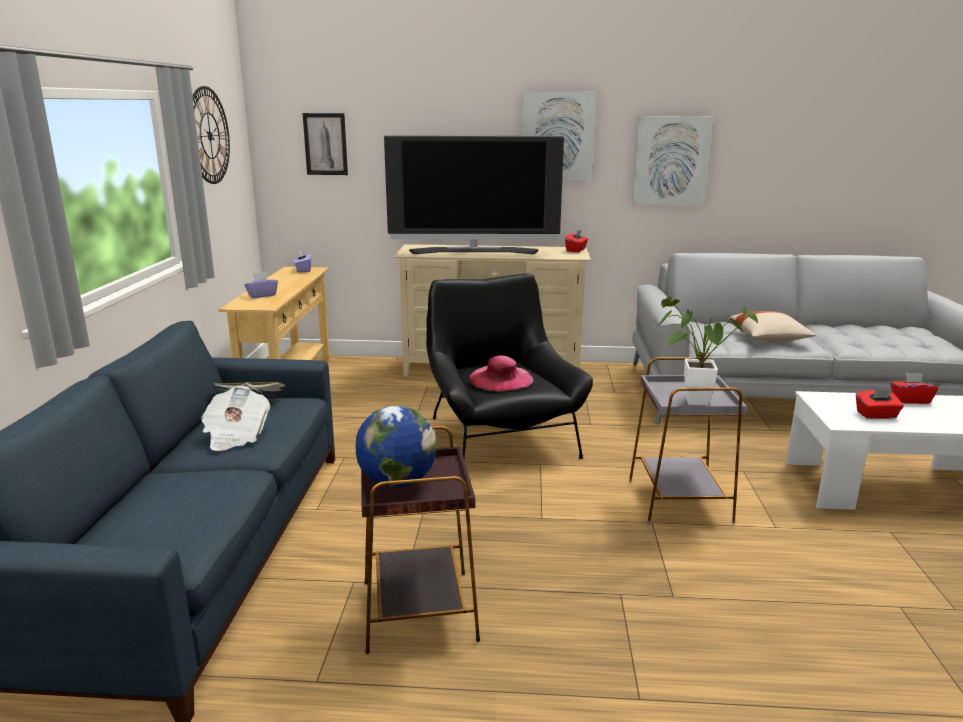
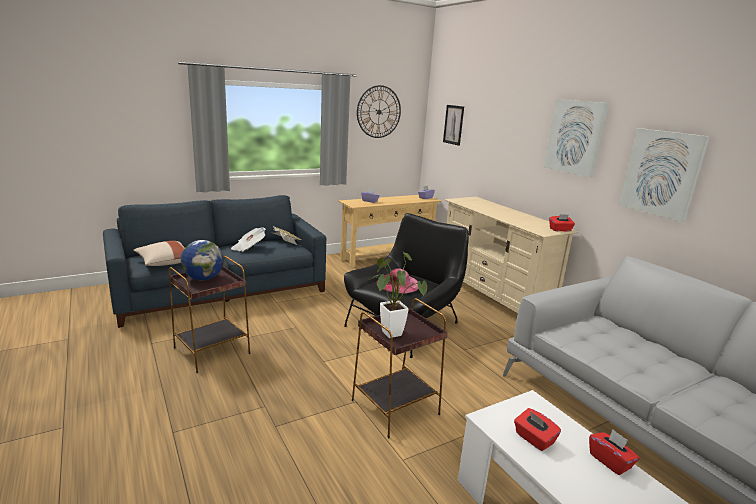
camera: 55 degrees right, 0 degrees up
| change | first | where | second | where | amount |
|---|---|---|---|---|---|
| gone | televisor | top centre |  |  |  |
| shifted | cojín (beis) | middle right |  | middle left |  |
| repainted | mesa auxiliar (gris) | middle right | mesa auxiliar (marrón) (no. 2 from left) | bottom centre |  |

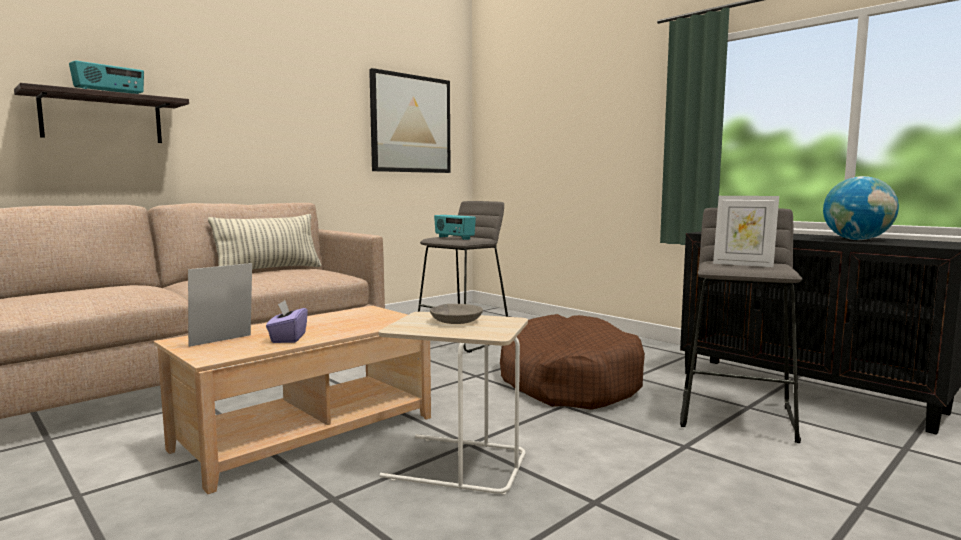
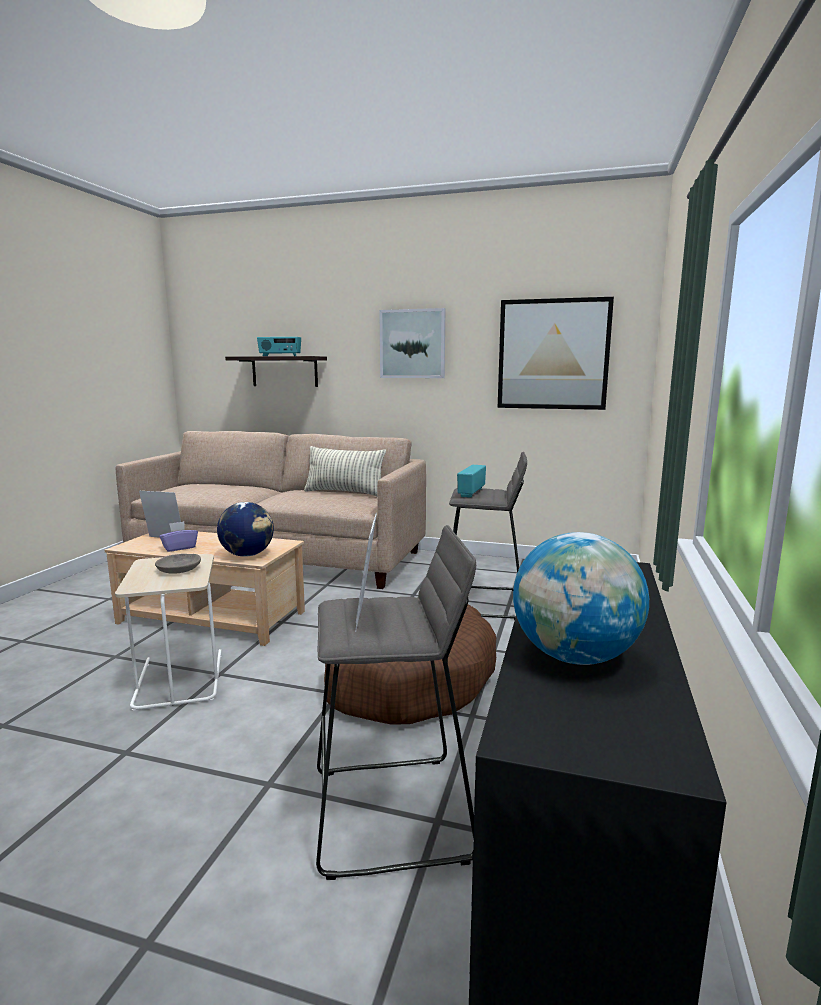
camera: 60 degrees right, 5 degrees up
| change | first | where | second | where | amount |
|---|---|---|---|---|---|
| new |  |  | globo terráqueo (no. 1 from left) | middle left |  |
| new |  |  | cuadro (no. 1 from left) | centre |  |

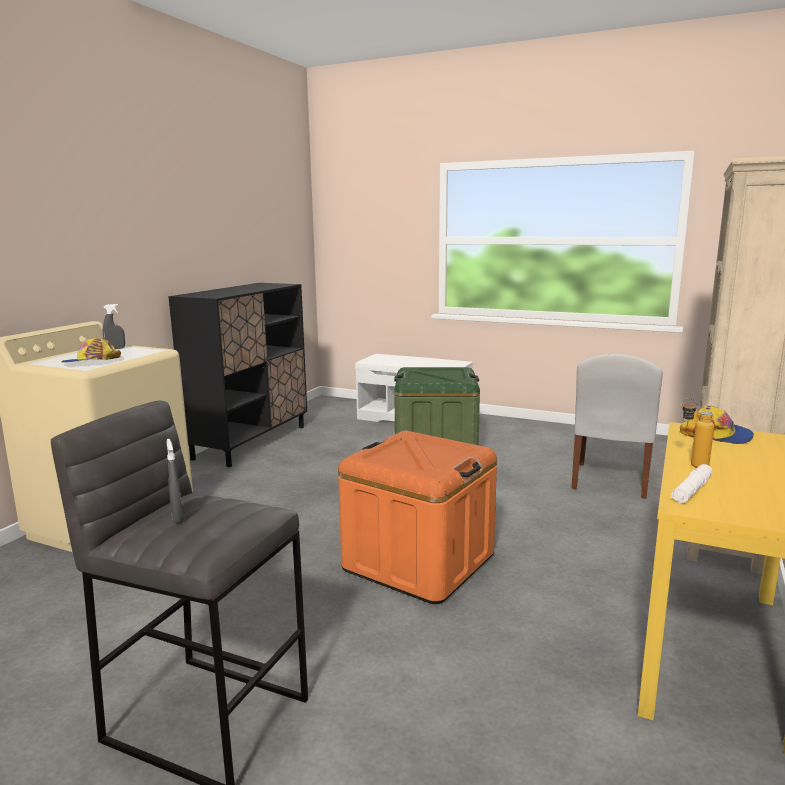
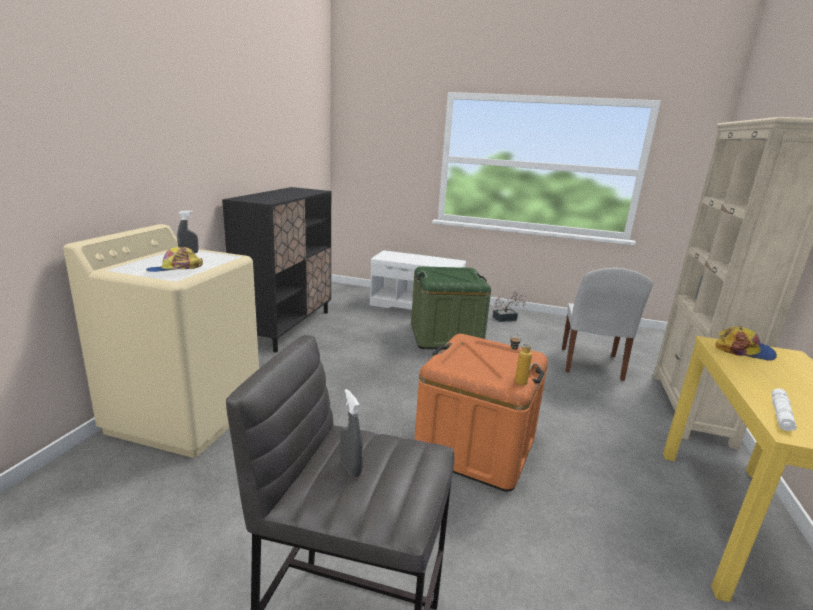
camera: 10 degrees left, 5 degrees up
| change | first | where | second | where | amount |
|---|---|---|---|---|---|
| new |  |  | planta en maceta | centre |  |
| shifted | botella | middle right |  | centre |  |

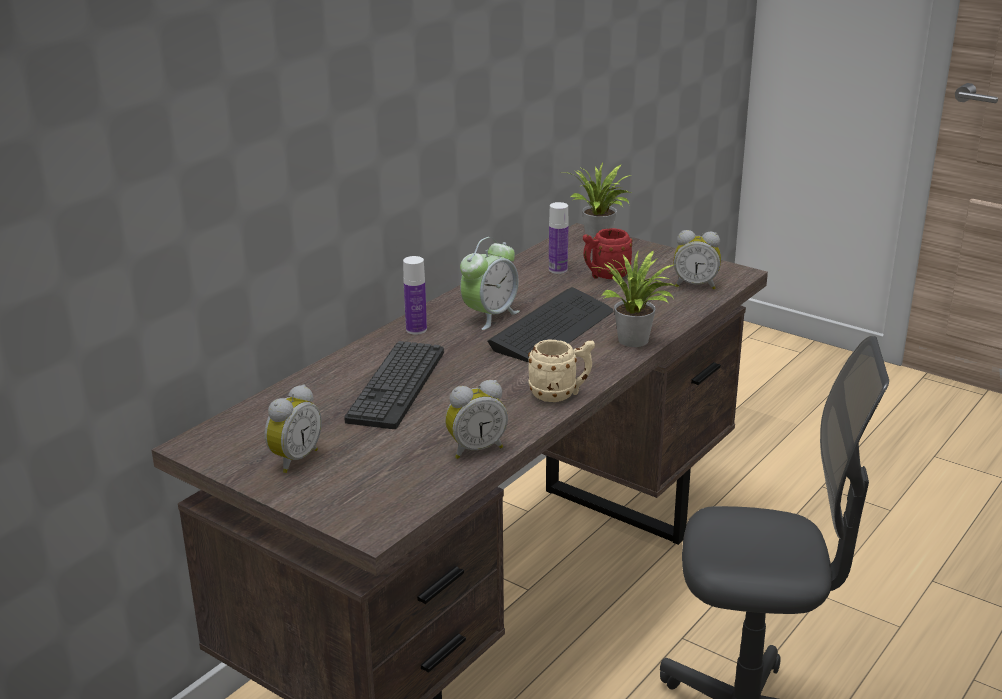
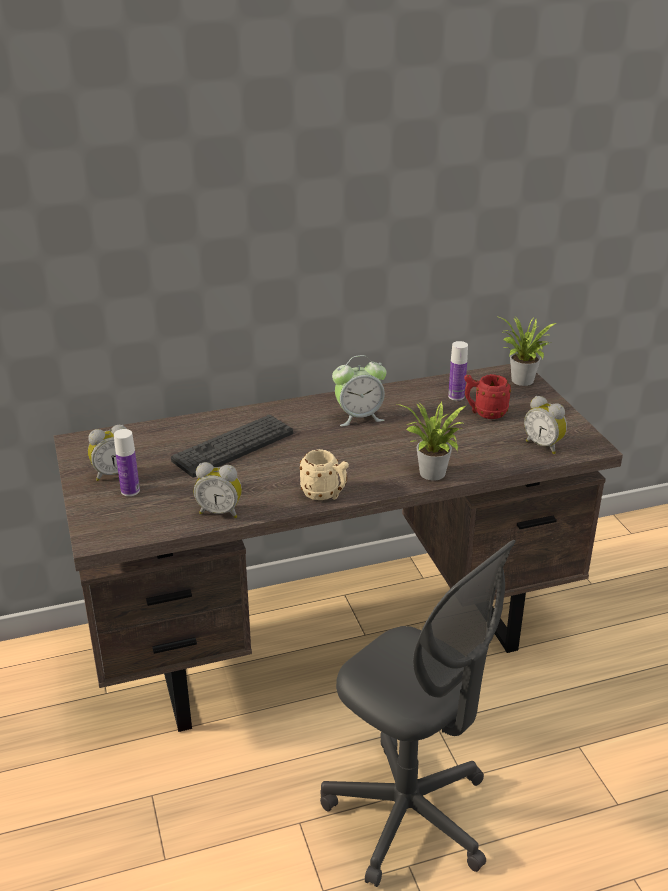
camera: 35 degrees right, 5 degrees up
| change | first | where | second | where | amount |
|---|---|---|---|---|---|
| gone | teclado (no. 2 from left) | centre |  |  |  |
| shifted | botella (no. 1 from left) | centre |  | middle left |  |

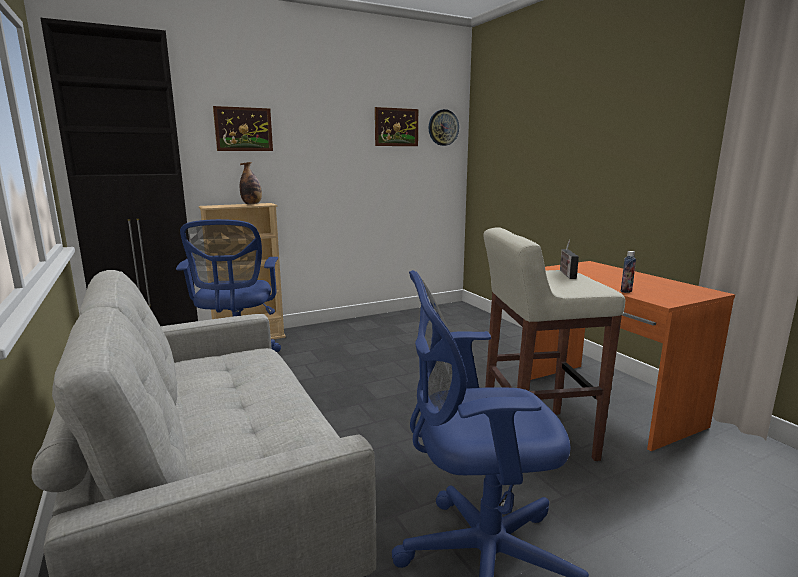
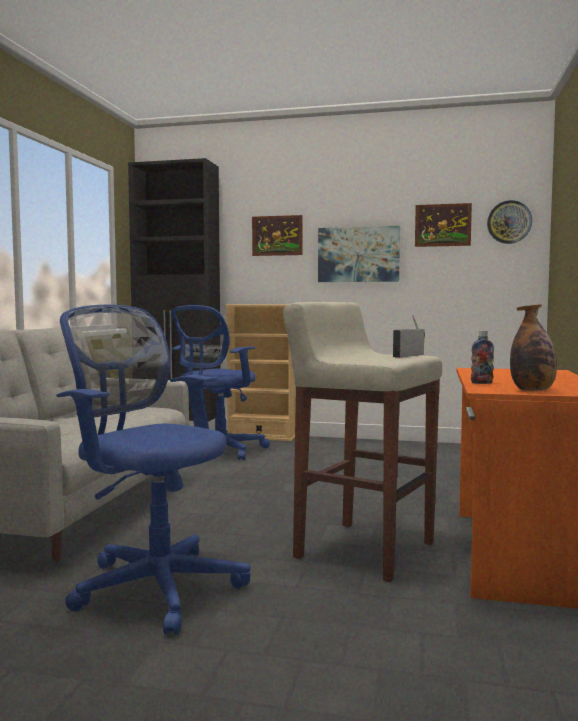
camera: 40 degrees right, 10 degrees down
| change | first | where | second | where | amount |
|---|---|---|---|---|---|
| new |  |  | cuadro (no. 2 from left) | centre |  |
| shifted | botella (no. 1 from left in the first image) | top left | botella (no. 2 from left) | middle right |  |

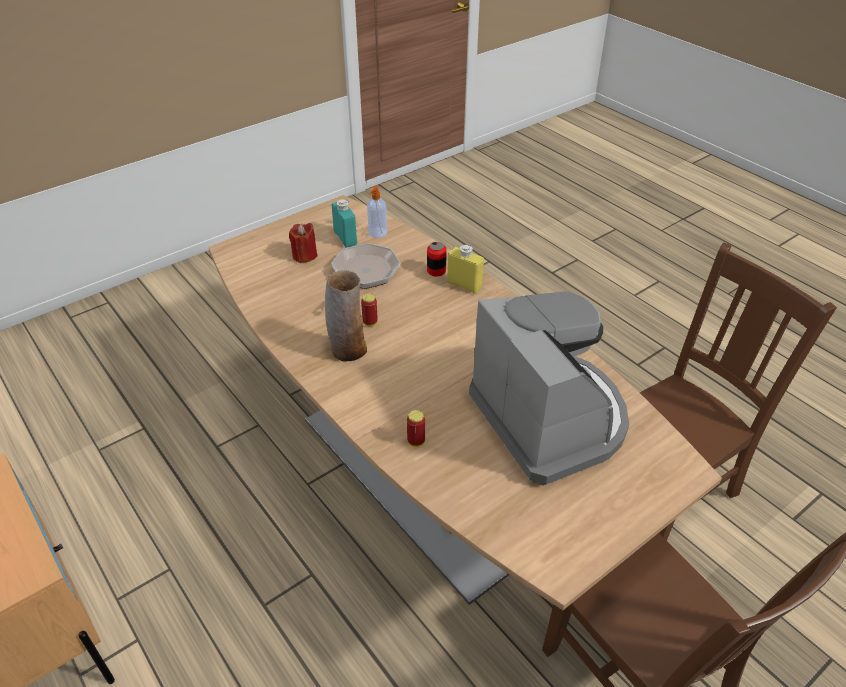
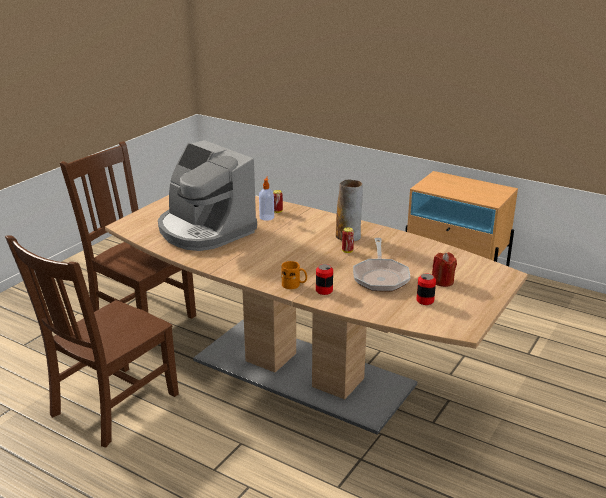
camera: 160 degrees right, 15 degrees down
| change | first | where | second | where | amount |
|---|---|---|---|---|---|
| shifted | dispensador de jabón | top centre |  | centre |  |
| swapped | botella (turquesa) | top centre | lata (no. 4 from left) | middle right |  |
| swapped | botella (amarillo) | centre | taza grande (naranja) | centre |  |

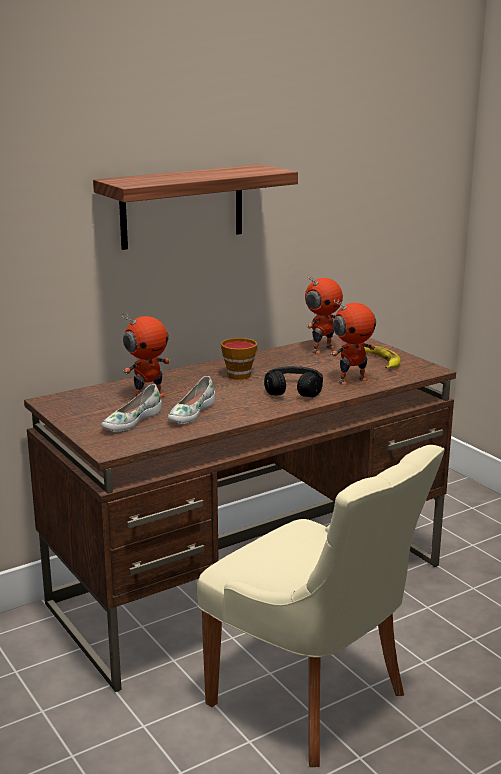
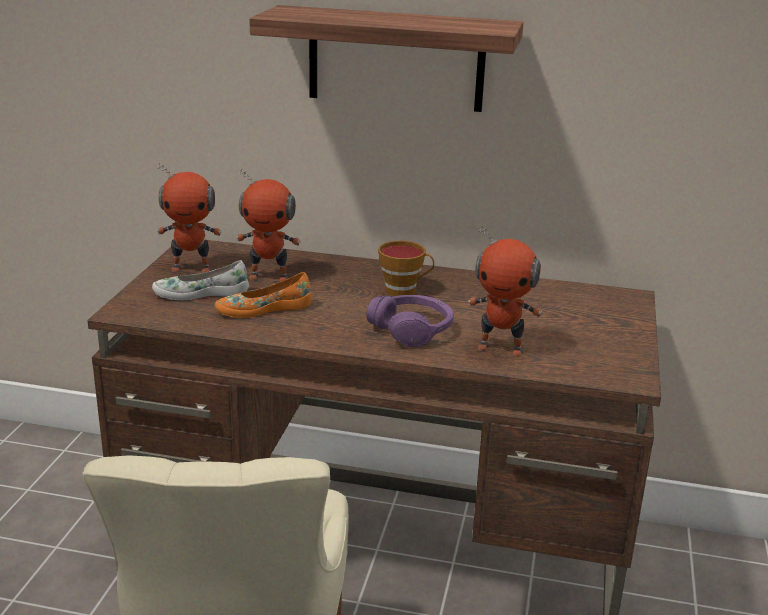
camera: 45 degrees right, 5 degrees up
| change | first | where | second | where | amount |
|---|---|---|---|---|---|
| gone | plátano | middle right |  |  |  |
| shifted | robot de juguete (no. 2 from left in the first image) | centre | robot de juguete (no. 1 from left) | middle left |  |
| repainted | zapato (blanco) (no. 2 from left) | centre | zapato (naranja) | centre |  |
| repainted | auriculares (negro) | centre | auriculares (morado) | centre |  |

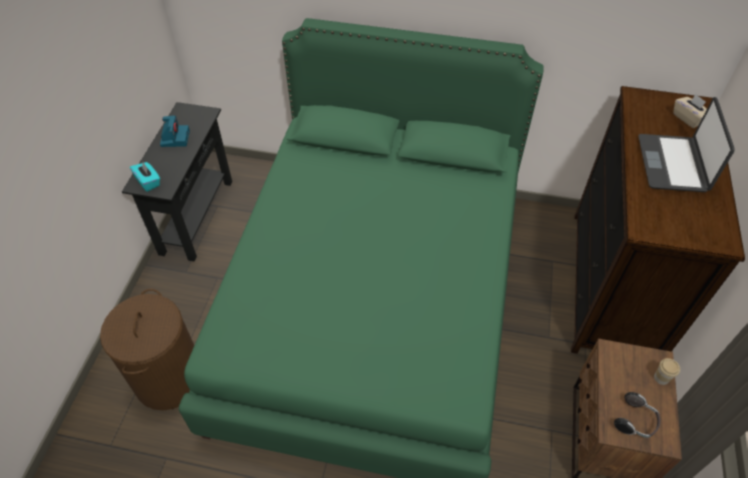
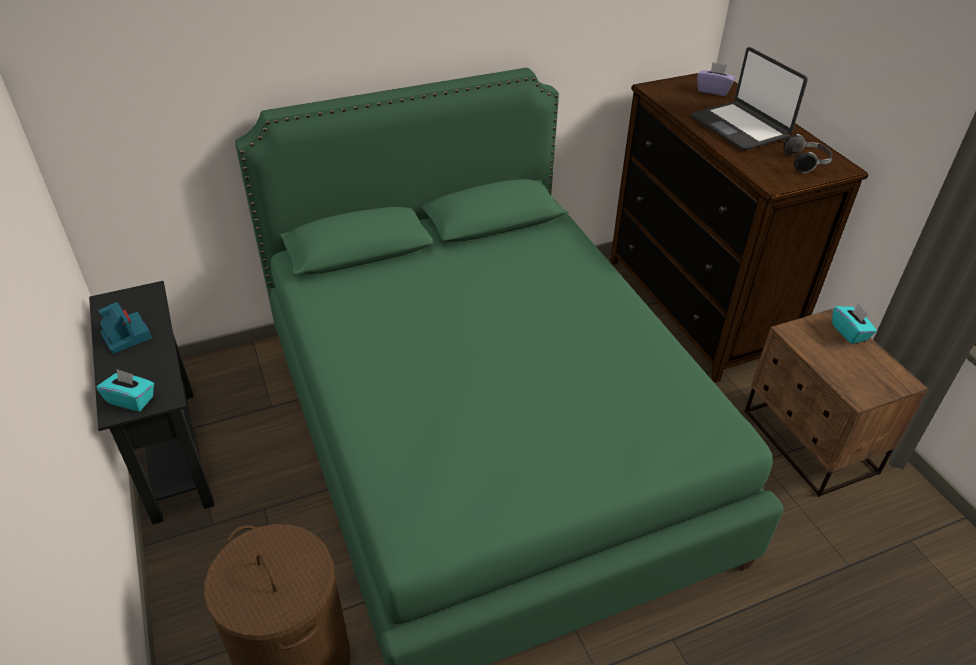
camera: 35 degrees left, 10 degrees down
| change | first | where | second | where | amount |
|---|---|---|---|---|---|
| shifted | auriculares | bottom right |  | top right |  |
| swapped | taza | bottom right | caja de pañuelos (turquesa) (no. 2 from left) | middle right |  |
| repainted | caja de pañuelos (beis) | top right | caja de pañuelos (morado) | top right |  |

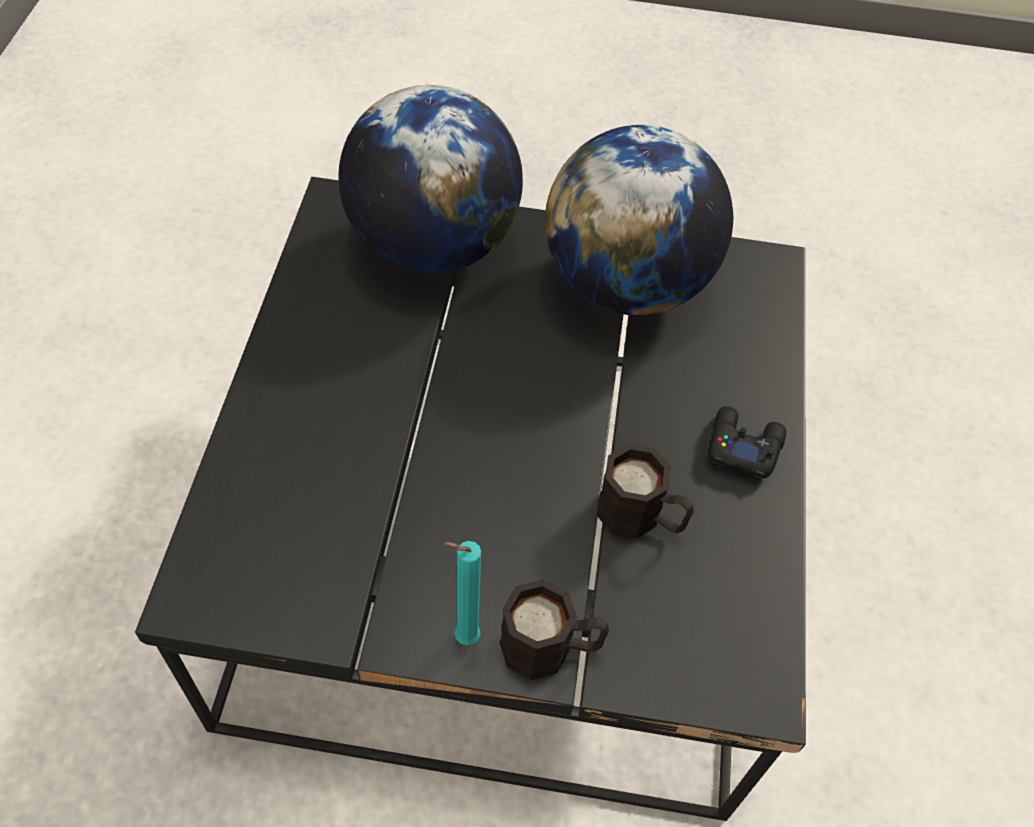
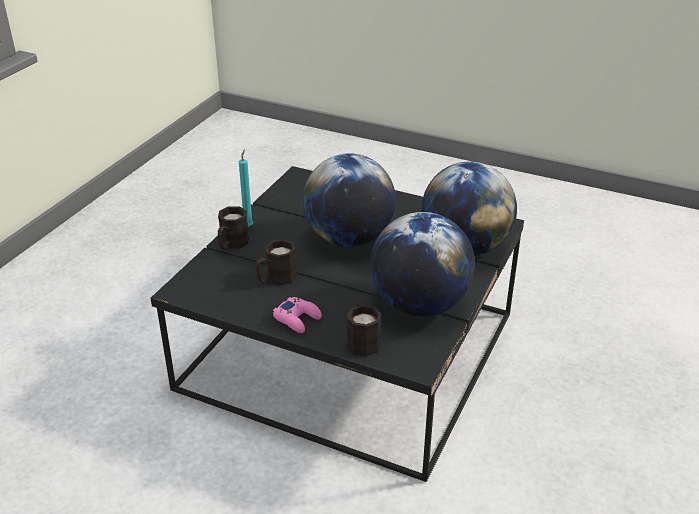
camera: 110 degrees right, 20 degrees down
| change | first | where | second | where | amount |
|---|---|---|---|---|---|
| new |  |  | globo terráqueo (no. 1 from left) | centre |  |
| new |  |  | taza grande (negro) (no. 3 from left) | centre |  |
| repainted | mando de consola (negro) | middle right | mando de consola (rosa) | centre |  |

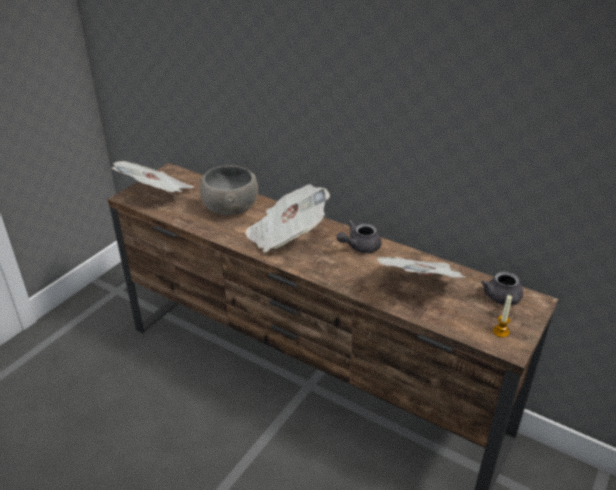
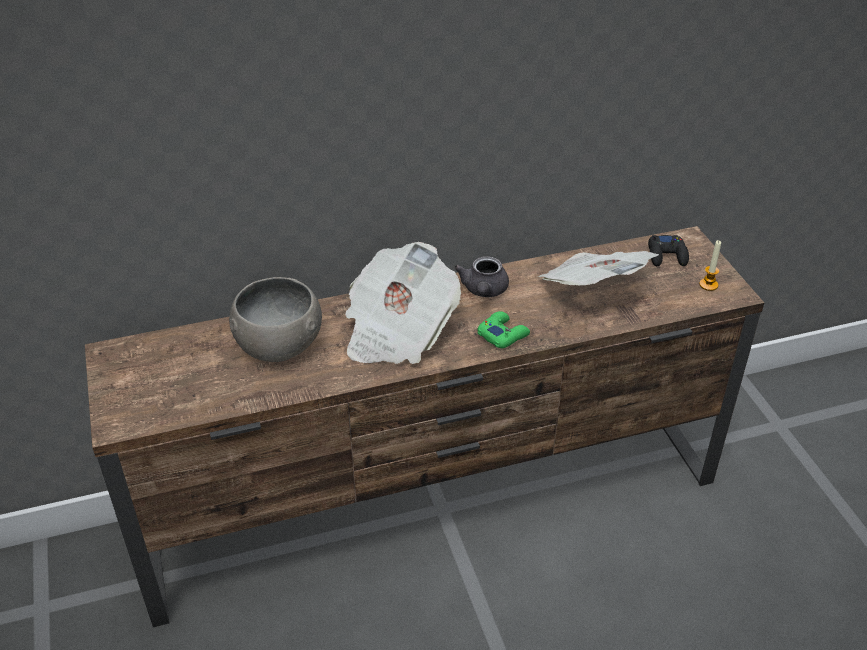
camera: 50 degrees left, 5 degrees up
| change | first | where | second | where | amount |
|---|---|---|---|---|---|
| gone | periódico (no. 1 from left) | middle left |  |  |  |
| new |  |  | mando de consola (verde) | centre |  |
| swapped | tetera (gris) (no. 2 from left) | middle right | mando de consola (negro) | middle right |  |

